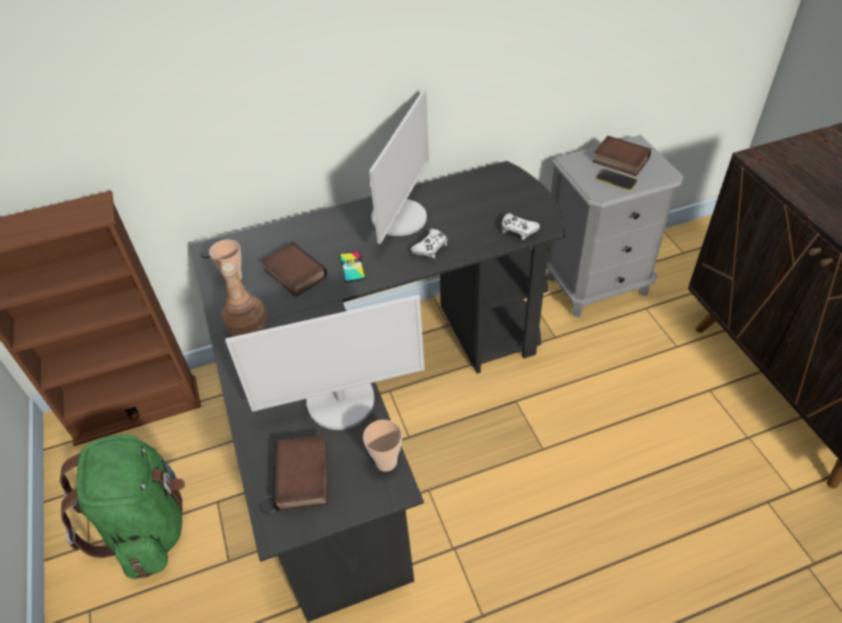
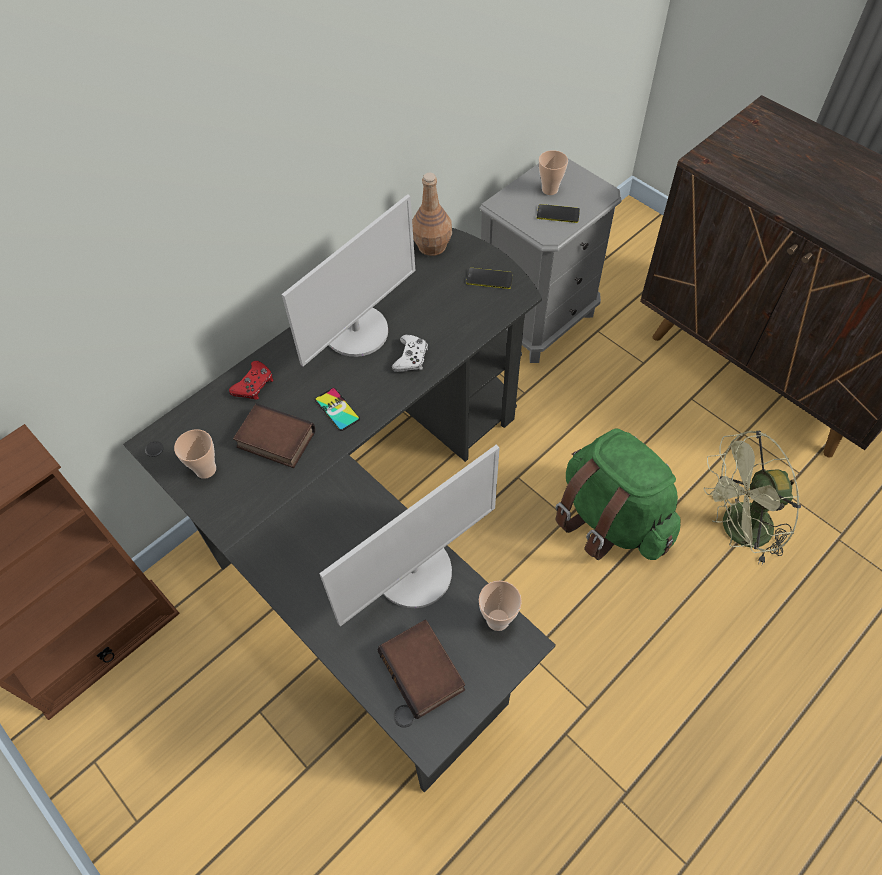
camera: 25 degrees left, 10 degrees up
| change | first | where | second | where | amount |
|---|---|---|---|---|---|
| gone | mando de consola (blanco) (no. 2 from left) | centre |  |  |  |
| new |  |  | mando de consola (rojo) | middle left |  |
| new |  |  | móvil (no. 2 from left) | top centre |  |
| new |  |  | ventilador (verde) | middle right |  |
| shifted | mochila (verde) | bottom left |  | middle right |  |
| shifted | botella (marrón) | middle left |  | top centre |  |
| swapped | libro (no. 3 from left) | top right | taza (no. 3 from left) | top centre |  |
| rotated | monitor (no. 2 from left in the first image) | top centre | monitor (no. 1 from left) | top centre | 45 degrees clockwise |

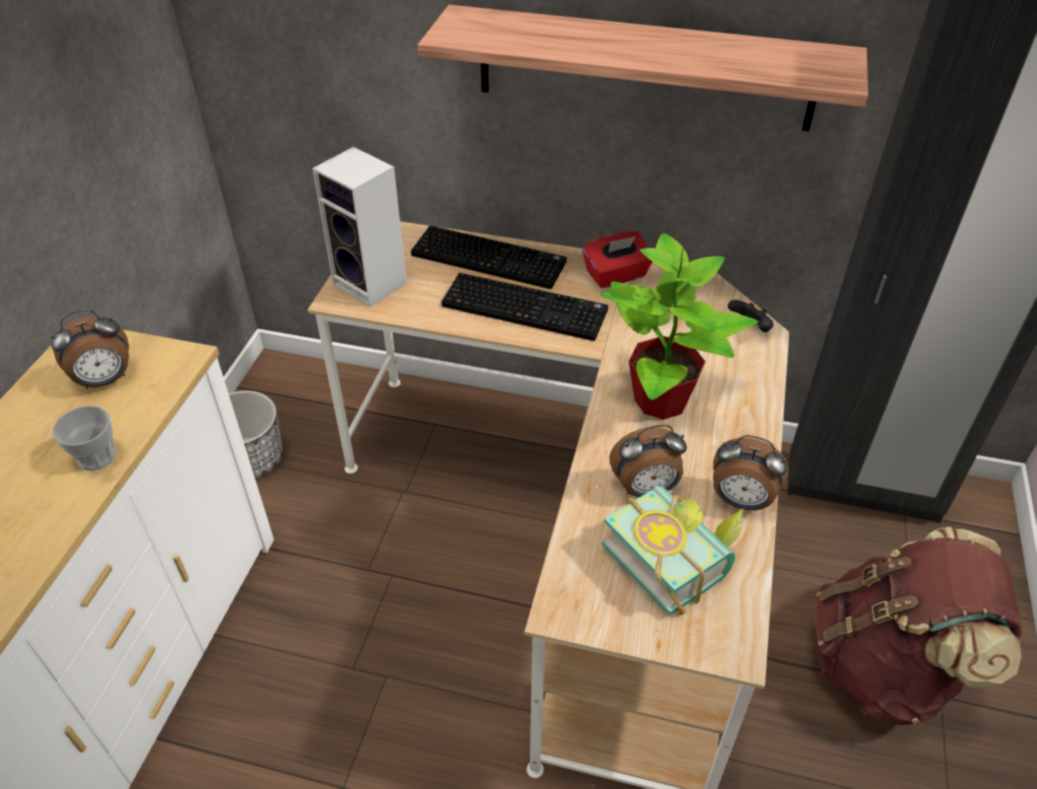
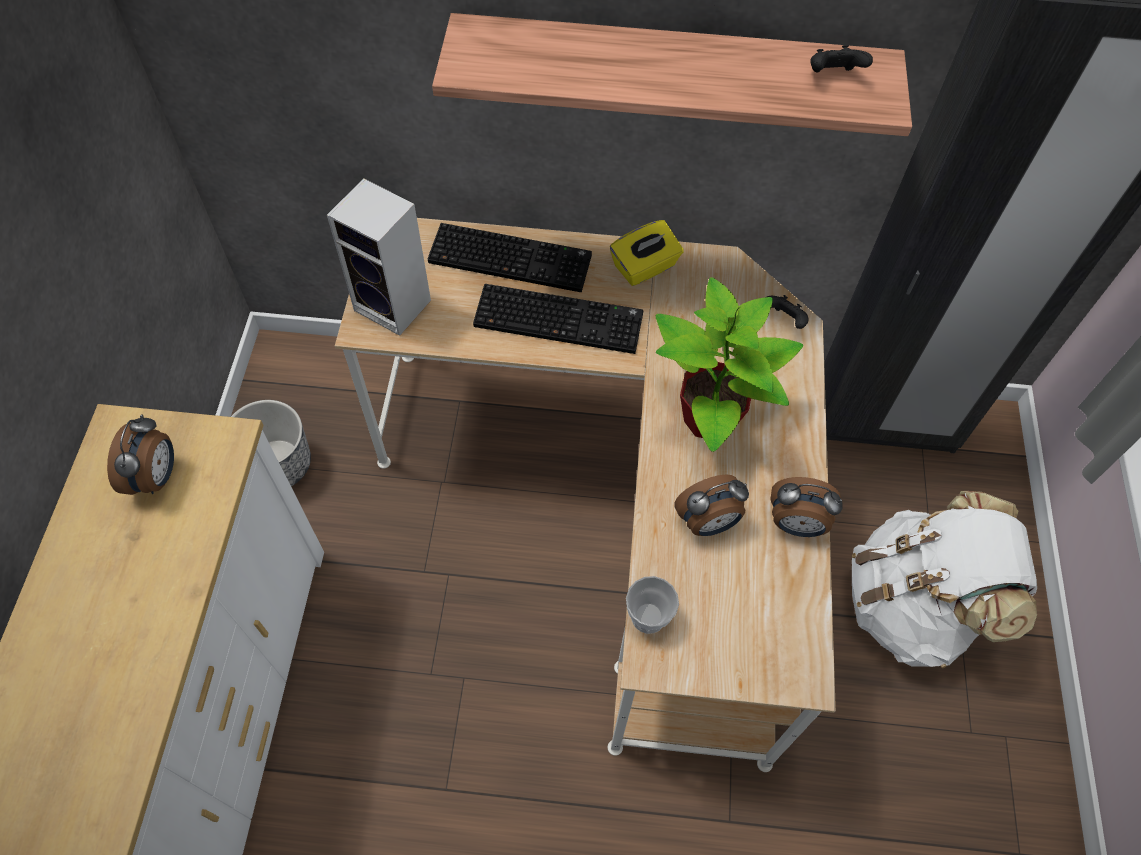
camera: 10 degrees left, 15 degrees up
| change | first | where | second | where | amount |
|---|---|---|---|---|---|
| gone | libro | bottom centre |  |  |  |
| new |  |  | mando de consola (negro) (no. 2 from left) | top right |  |
| shifted | taza | middle left |  | bottom centre |  |
| repainted | caja de pañuelos (rojo) | top centre | caja de pañuelos (amarillo) | top centre |  |
| repainted | mochila (marrón) | bottom right | mochila (blanco) | bottom right |  |
| rotated | despertador (no. 1 from left) | middle left |  | middle left | 45 degrees counterclockwise |

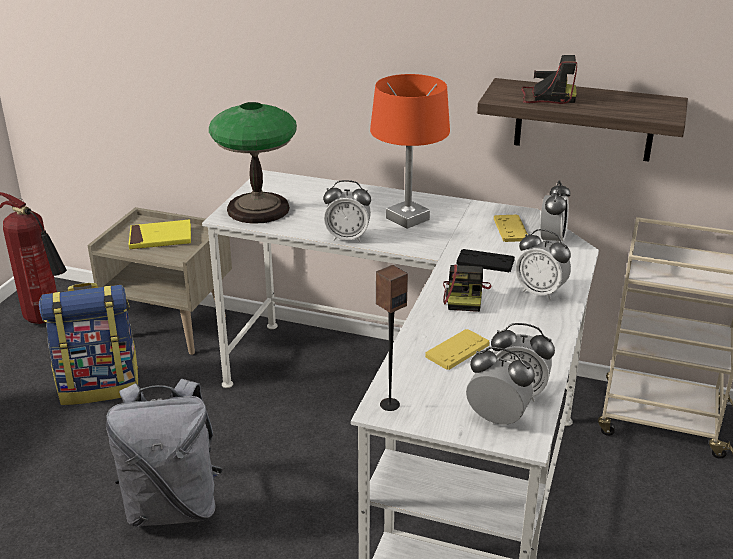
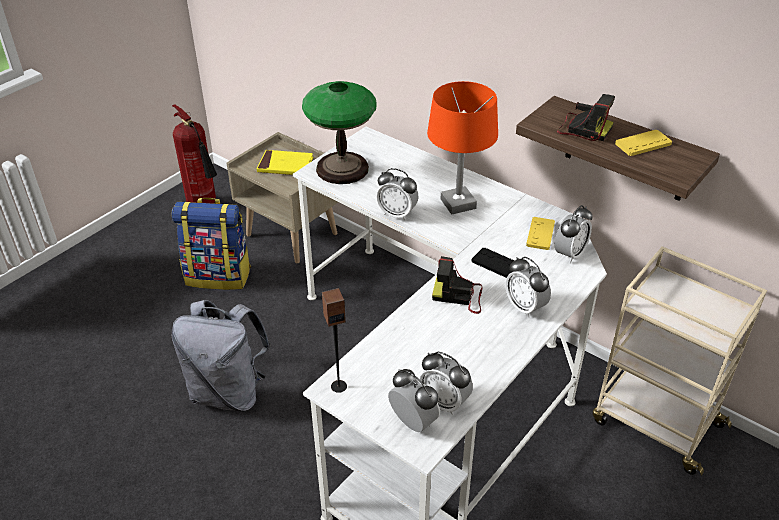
camera: 20 degrees right, 10 degrees up
| change | first | where | second | where | amount |
|---|---|---|---|---|---|
| shifted | mando de consola (amarillo) (no. 1 from left in the first image) | centre | mando de consola (amarillo) (no. 2 from left) | top right |  |
| rotated | cámara (no. 1 from left) | centre |  | centre | 75 degrees clockwise |

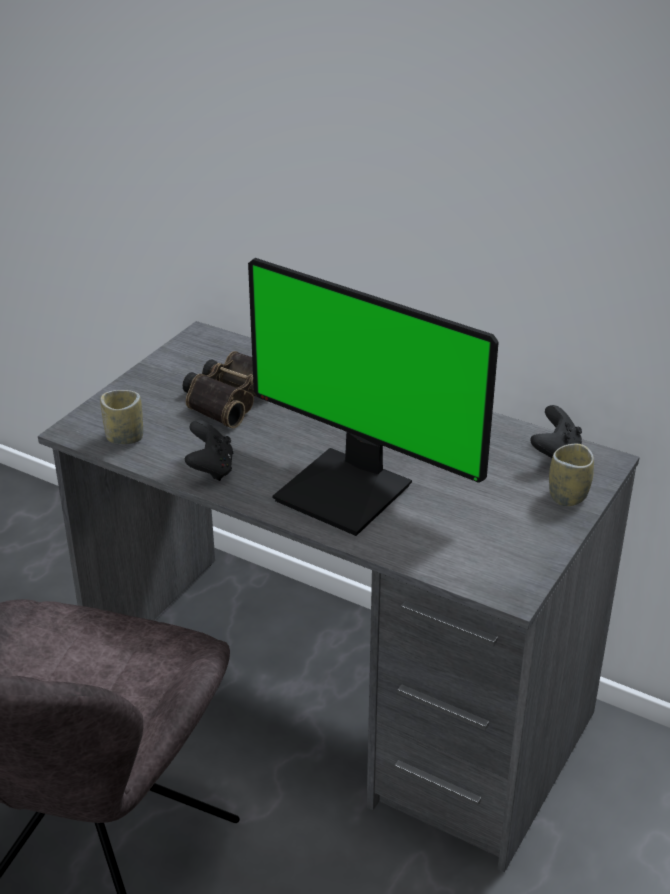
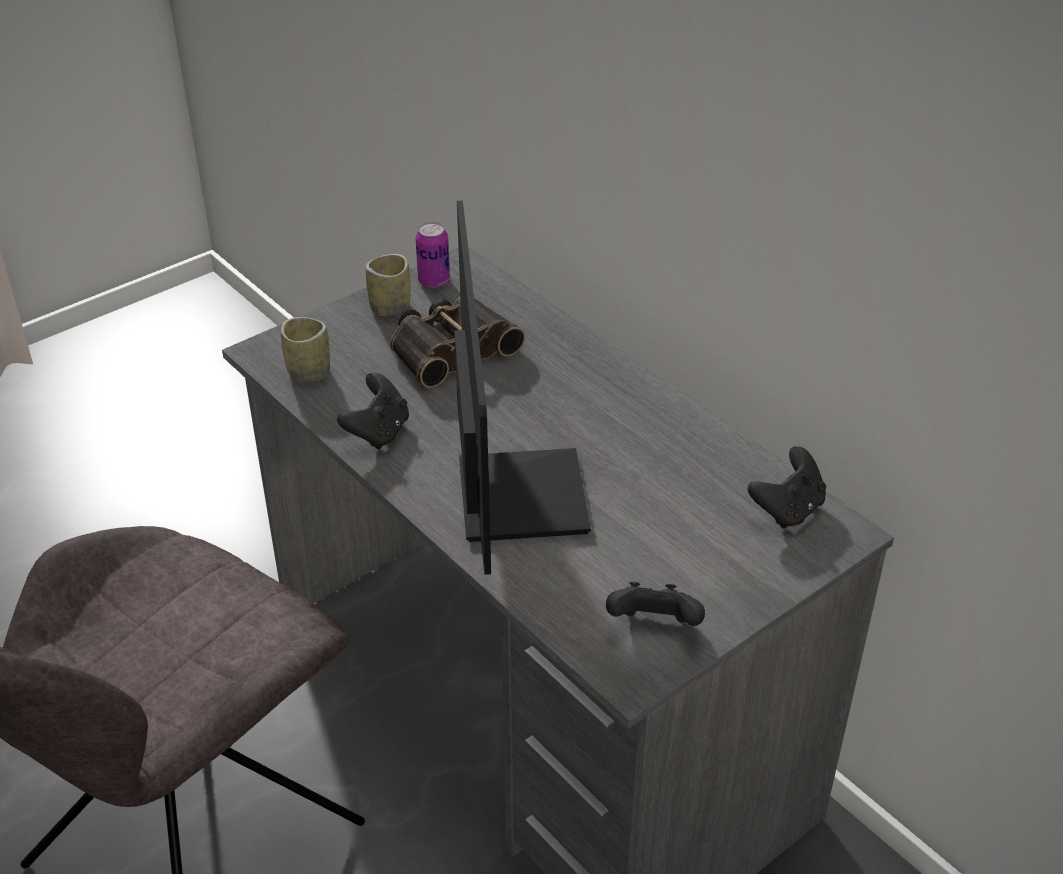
camera: 20 degrees right, 5 degrees up
| change | first | where | second | where | amount |
|---|---|---|---|---|---|
| new |  |  | lata | top centre |  |
| new |  |  | mando de consola (negro) (no. 2 from left) | bottom centre |  |
| shifted | taza (no. 2 from left) | middle right |  | top centre |  |
| rotated | monitor | centre |  | centre | 150 degrees counterclockwise |

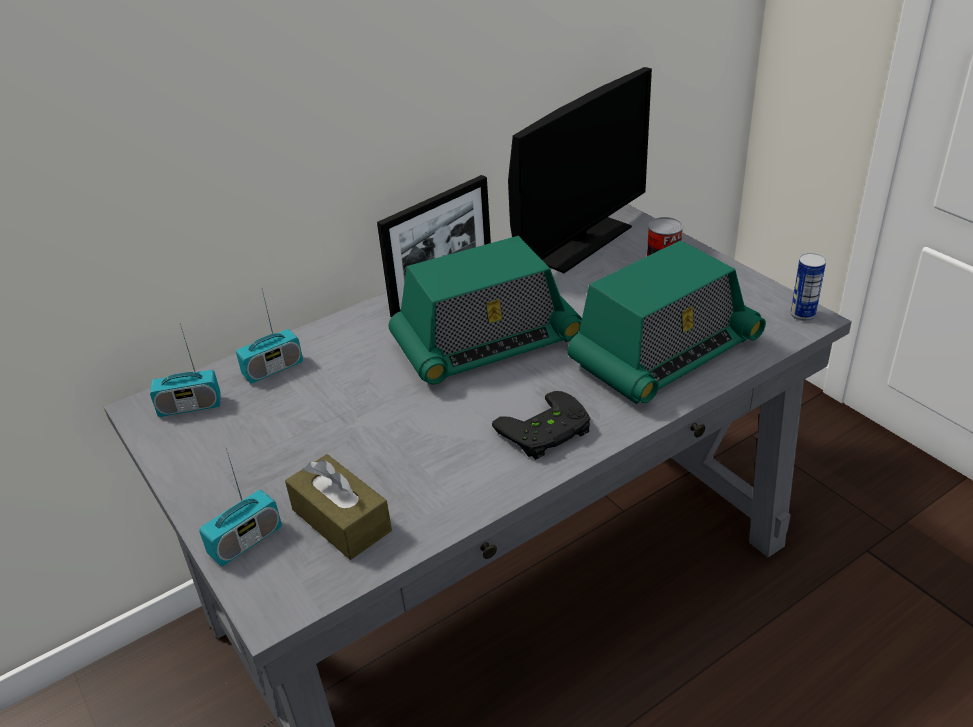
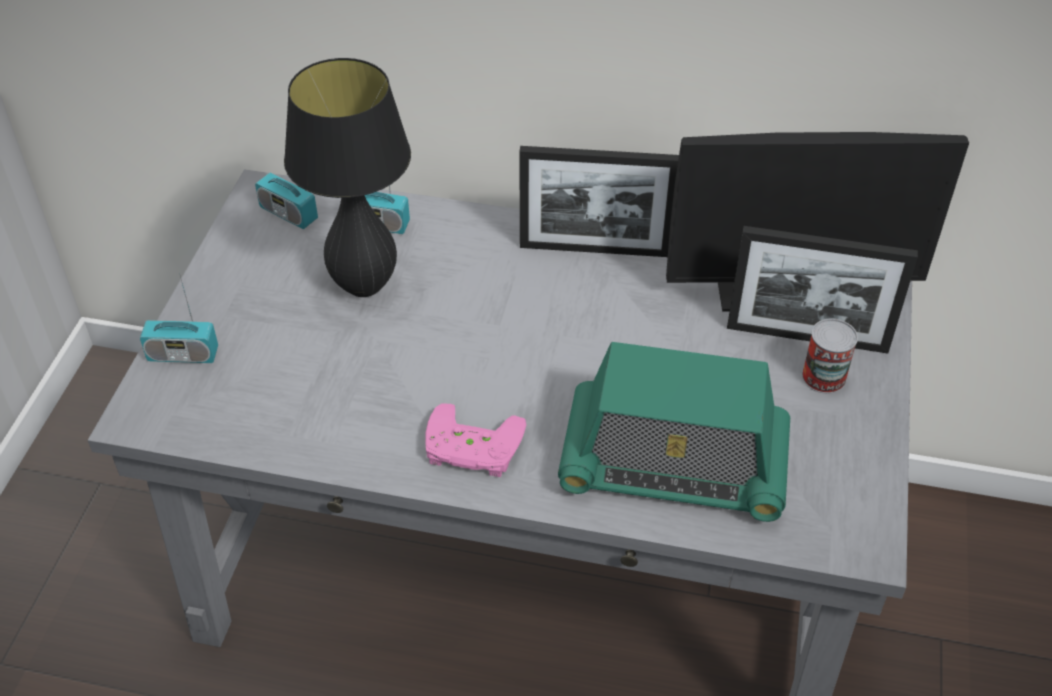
camera: 45 degrees right, 10 degrees up
| change | first | where | second | where | amount |
|---|---|---|---|---|---|
| gone | caja de pañuelos (marrón) | bottom centre |  |  |  |
| gone | radio (no. 4 from left) | centre |  |  |  |
| gone | lata (no. 2 from left) | middle right |  |  |  |
| new |  |  | lámpara de mesa (negro) | top left |  |
| new |  |  | portarretratos (no. 2 from left) | middle right |  |
| repainted | mando de consola (negro) | centre | mando de consola (rosa) | centre |  |

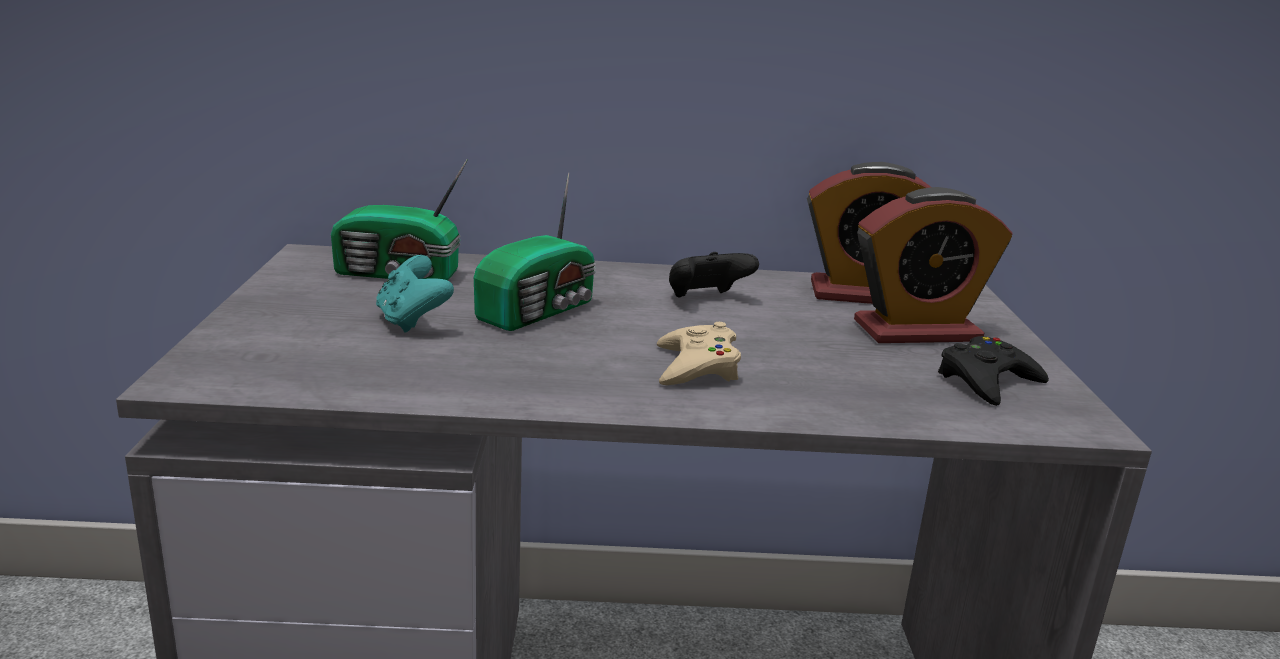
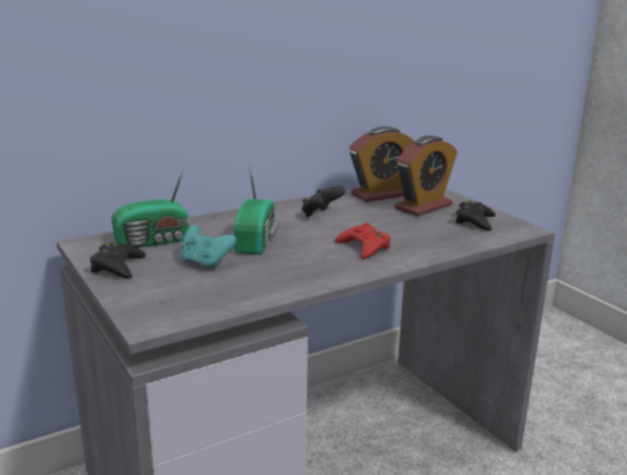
camera: 30 degrees left, 0 degrees up
| change | first | where | second | where | amount |
|---|---|---|---|---|---|
| new |  |  | mando de consola (negro) (no. 1 from left) | middle left |  |
| repainted | mando de consola (beis) | centre | mando de consola (rojo) | centre |  |

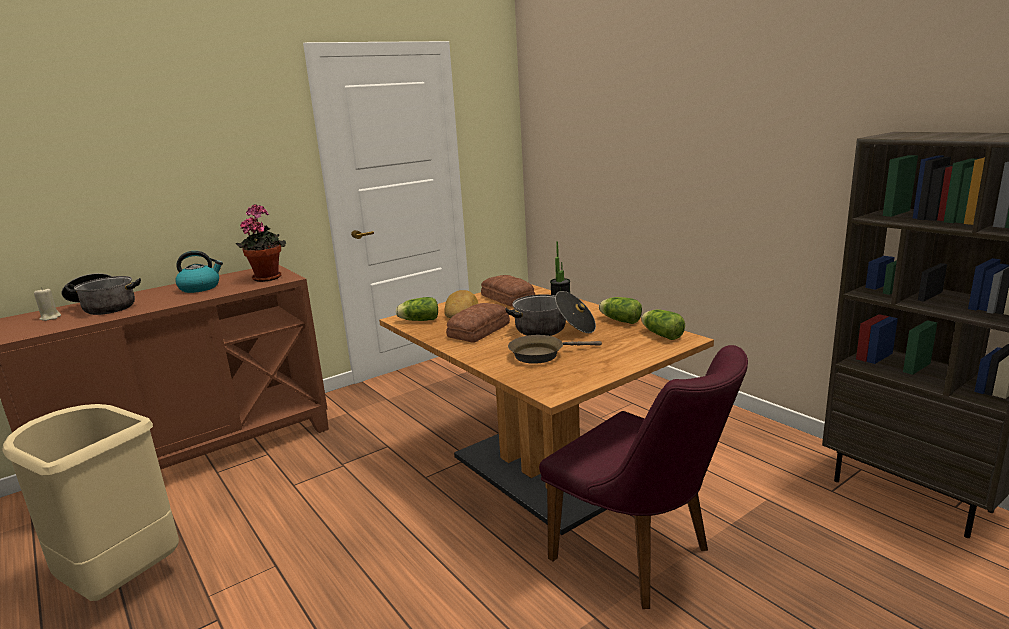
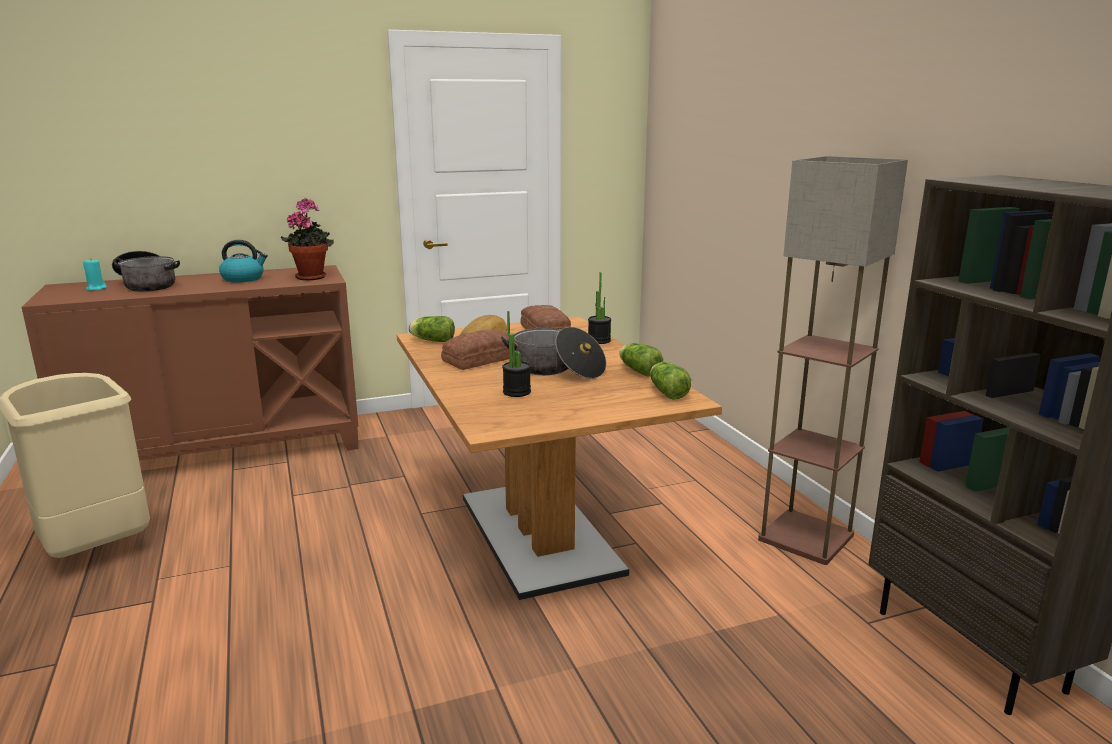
camera: 15 degrees right, 0 degrees up
| change | first | where | second | where | amount |
|---|---|---|---|---|---|
| gone | silla (morado) | bottom centre |  |  |  |
| new |  |  | lámpara de pie | middle right |  |
| swapped | sartén (marrón) | centre | planta en maceta (no. 2 from left) | centre |  |
| repainted | vela (beis) | middle left | vela (turquesa) | middle left |  |

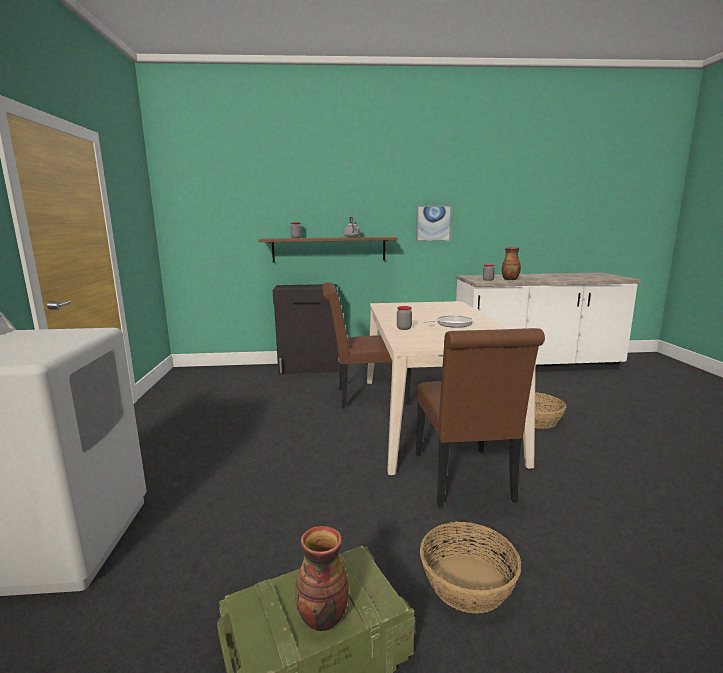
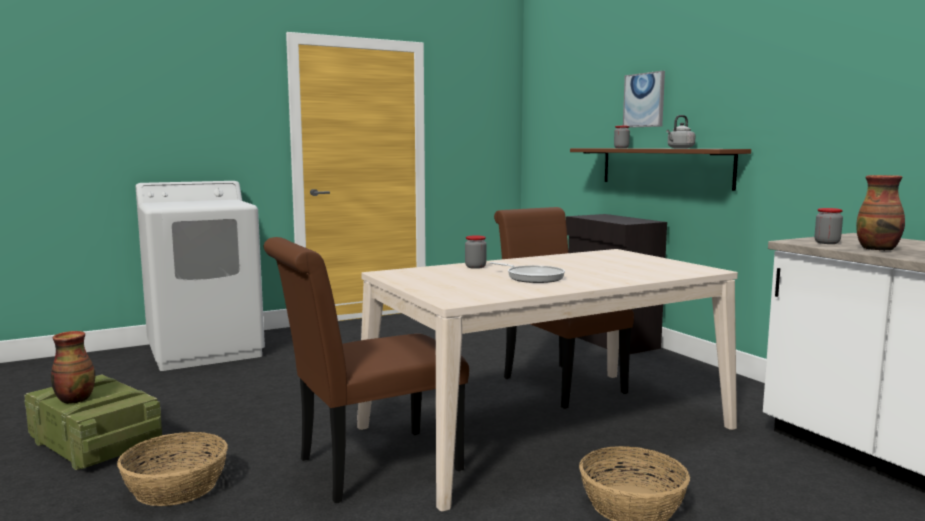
camera: 65 degrees right, 5 degrees down
| change | first | where | second | where | amount |
|---|---|---|---|---|---|
| shifted | cuadro | top centre |  | top right |  |

